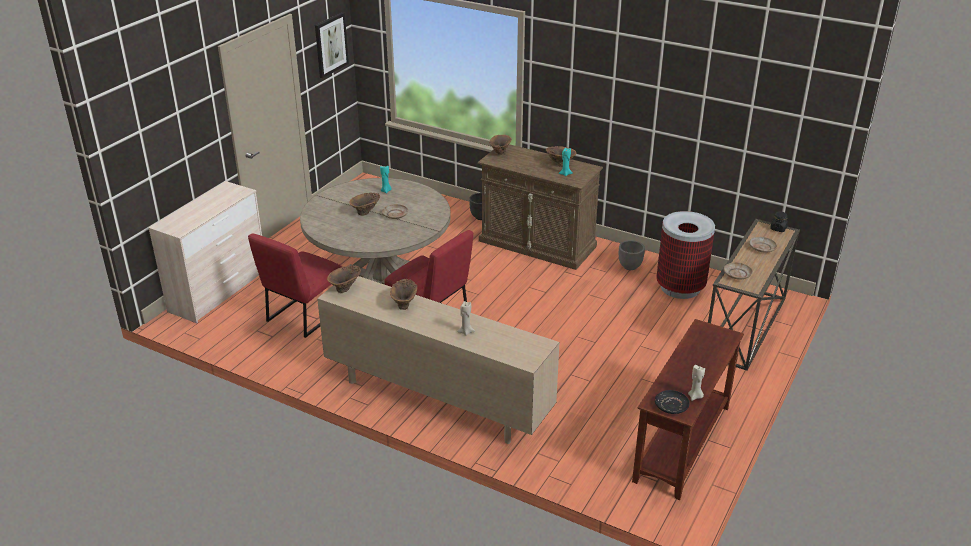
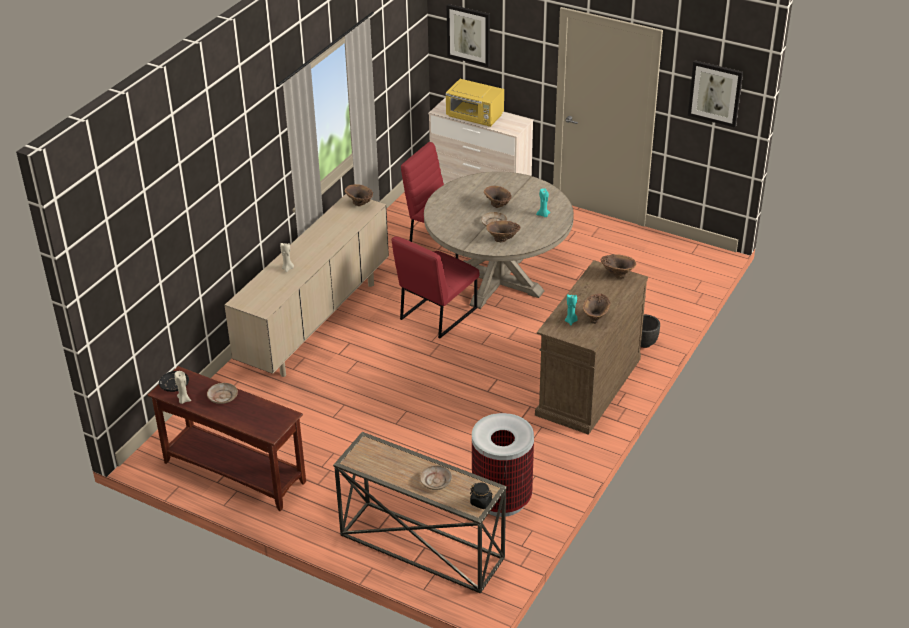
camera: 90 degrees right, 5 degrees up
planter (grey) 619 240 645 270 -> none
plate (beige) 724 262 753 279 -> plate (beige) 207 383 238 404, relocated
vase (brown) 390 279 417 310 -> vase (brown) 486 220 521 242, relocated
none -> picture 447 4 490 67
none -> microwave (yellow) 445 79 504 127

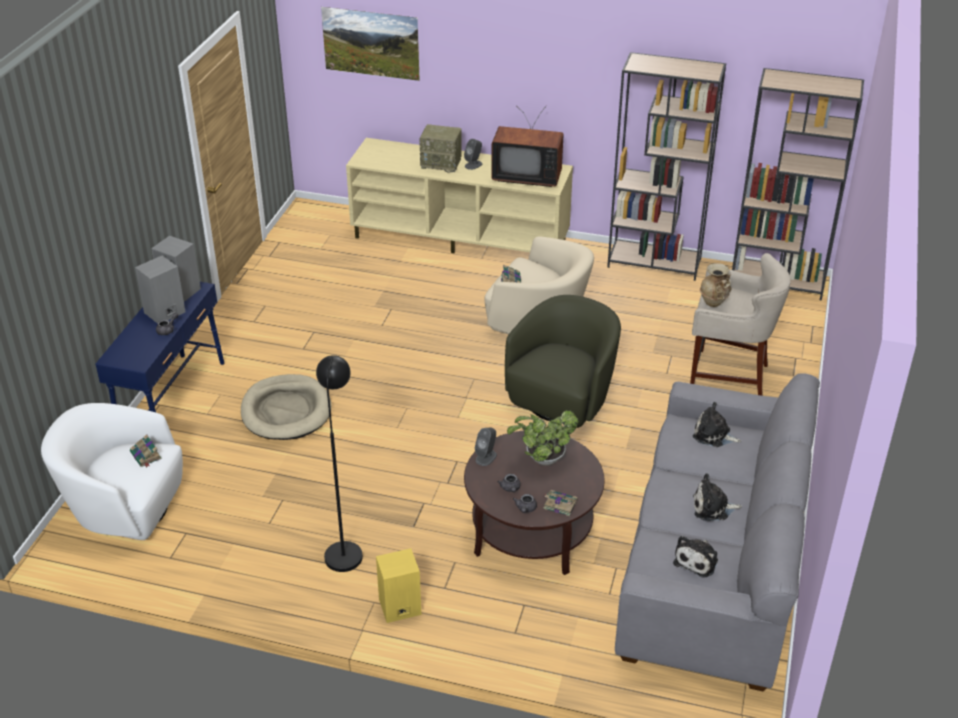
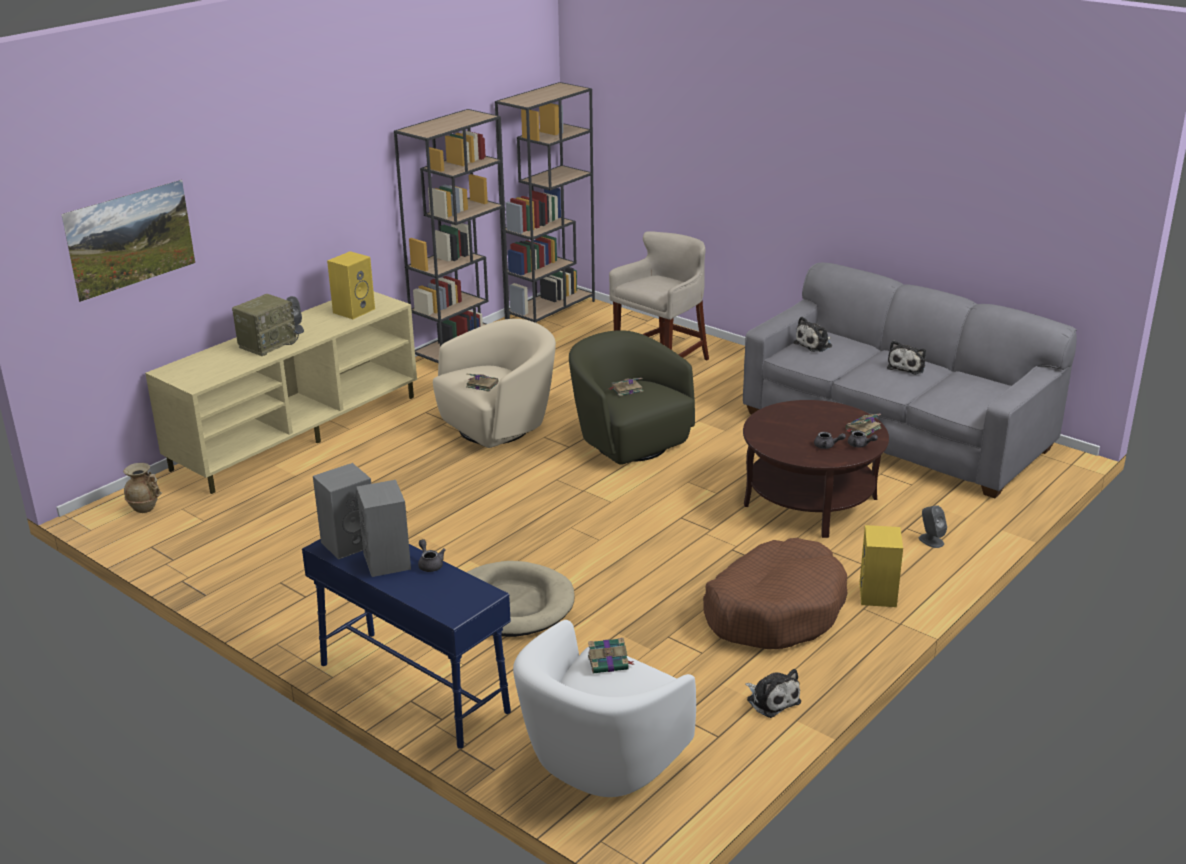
camera: 65 degrees left, 10 degrees down
television 491 105 563 187 -> speaker (yellow) 327 251 375 319
vase (beige) 700 263 731 307 -> vase (beige) 123 463 162 513, relocated
floor lamp (black) 316 355 363 572 -> dog bed (brown) 703 538 847 649
potted plant 507 410 579 466 -> none
speaker (grey) 475 427 497 466 -> speaker (grey) 919 505 947 548, relocated
plush toy 673 536 718 578 -> plush toy 745 669 801 718, relocated
none -> book 608 378 643 396

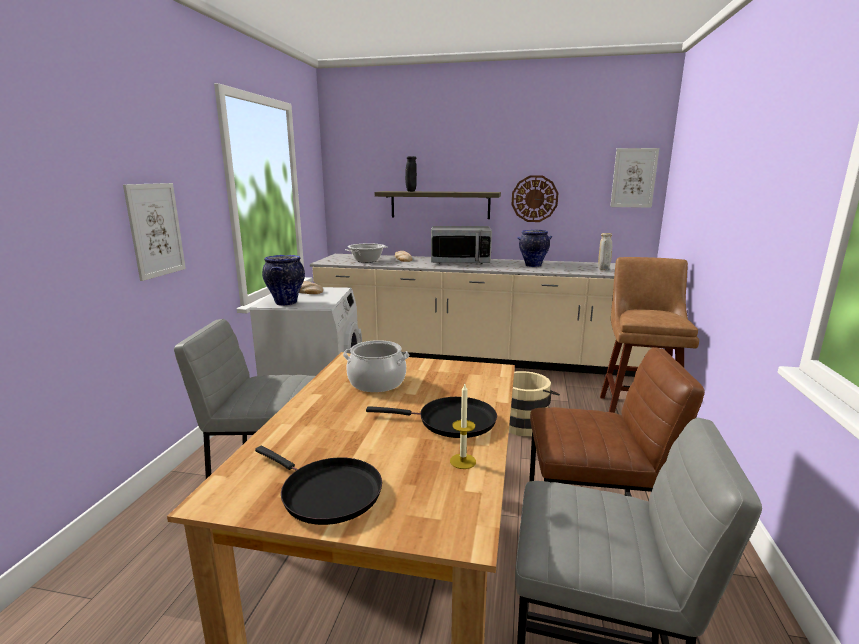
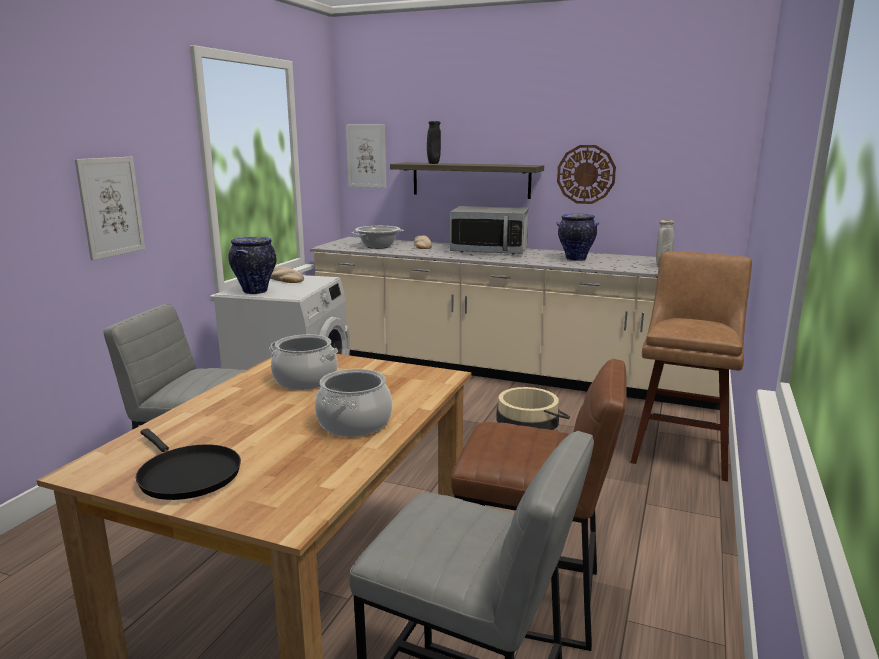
camera: 10 degrees right, 0 degrees up
picture 610 148 659 208 -> picture 346 125 386 188, relocated
candle 450 384 476 469 -> none
frying pan (black) 366 397 497 438 -> cooking pot 315 369 392 437

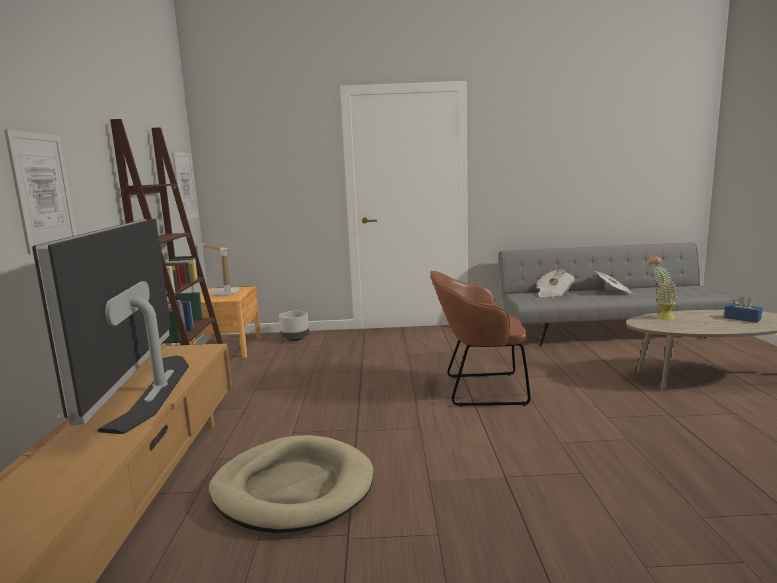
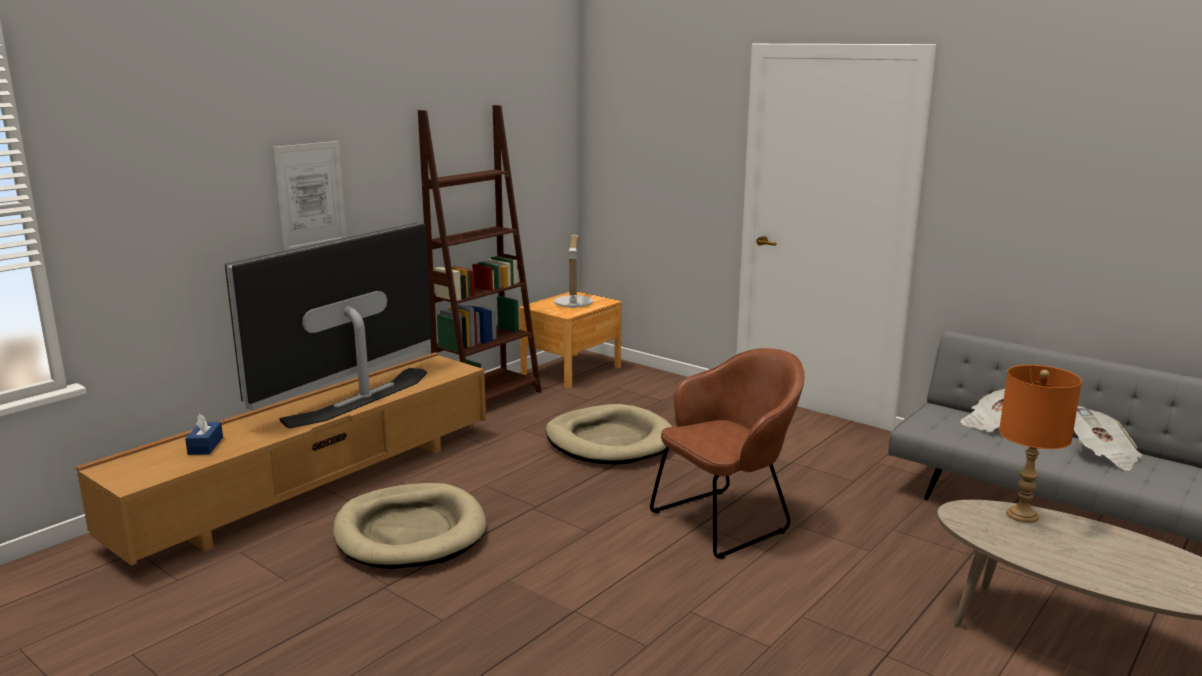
camera: 40 degrees right, 5 degrees up
picture 172 152 198 220 -> none
potted plant 649 257 679 320 -> table lamp (orange) 999 365 1082 523
armchair (brown) 430 271 531 407 -> armchair (brown) 650 348 805 559, 105 degrees clockwise
tissue box (blue) 724 295 763 323 -> tissue box (blue) 185 414 223 455, relocated
planter (grey) 279 311 309 341 -> none
none -> dog bed (beige) 546 404 672 465

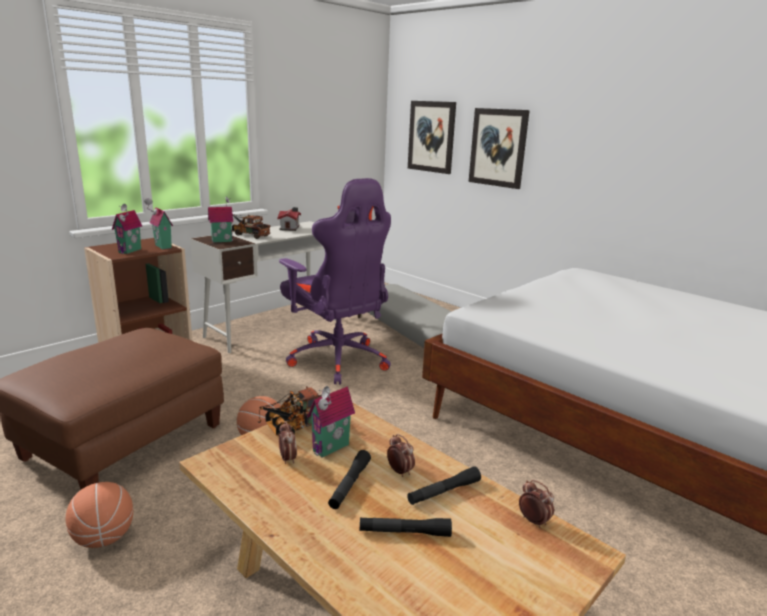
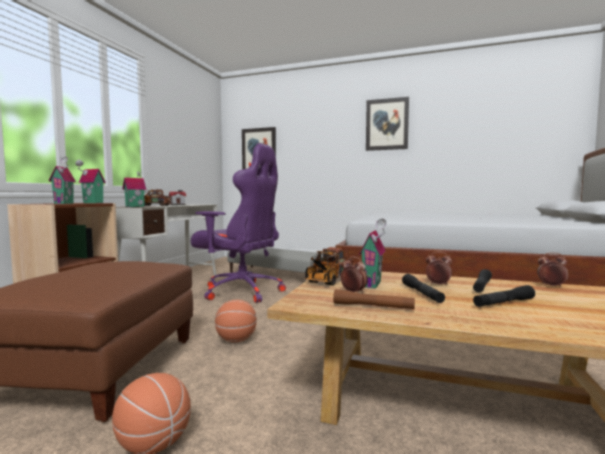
camera: 25 degrees left, 15 degrees down
picture 469 108 530 189 -> picture 366 97 409 151, relocated
none -> flashlight (brown) 333 289 415 309

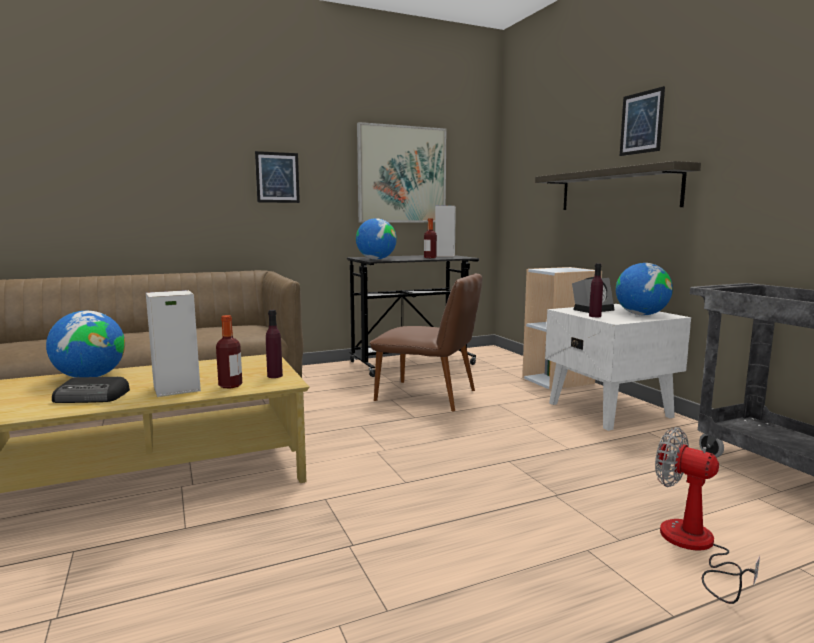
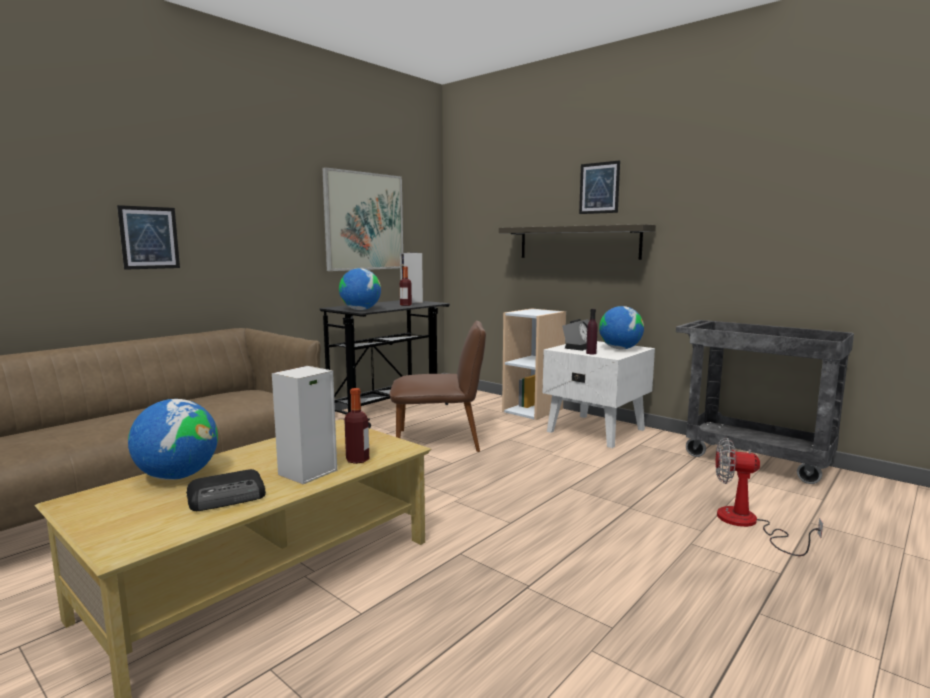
camera: 25 degrees left, 0 degrees up
picture 255 151 300 203 -> picture 117 205 180 270, relocated
bottle (purple) 266 310 283 378 -> none

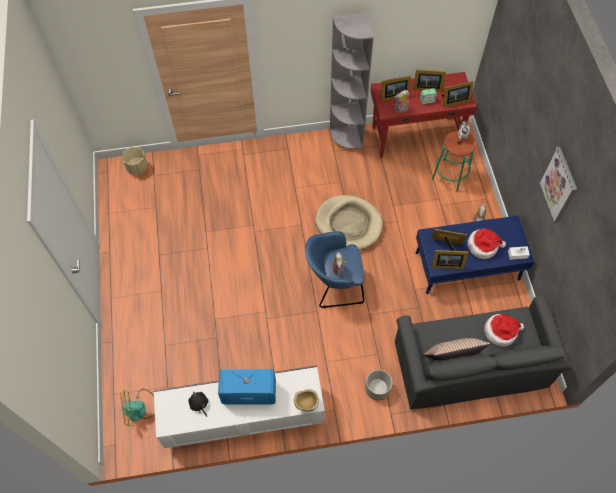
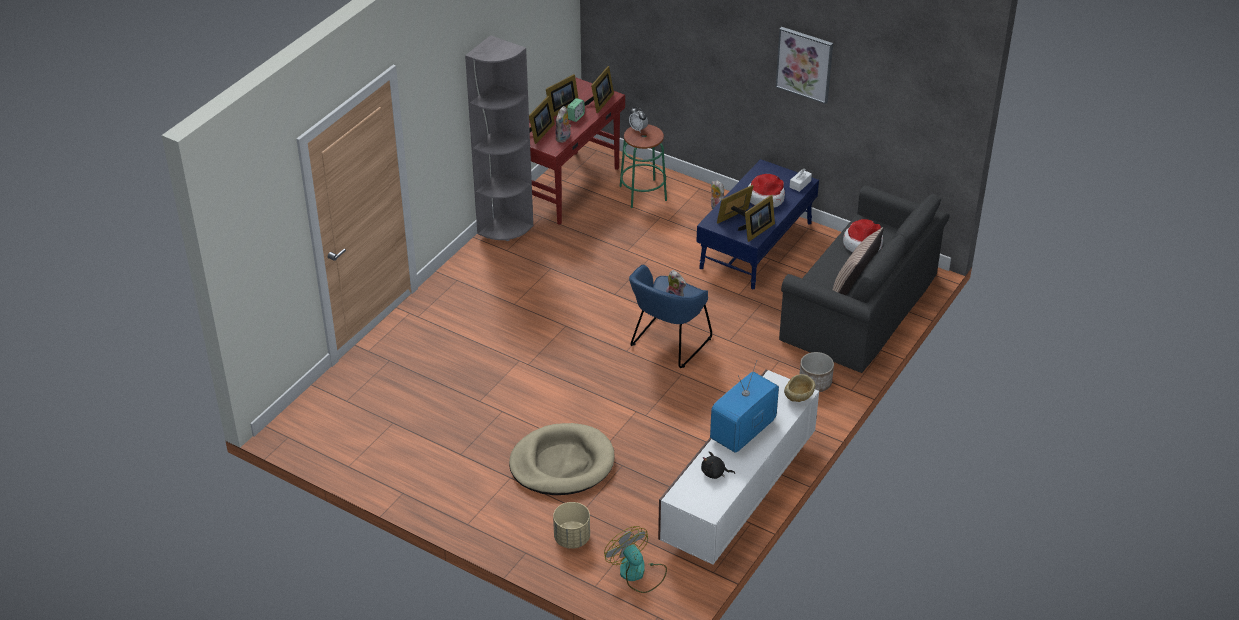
camera: 50 degrees left, 20 degrees down
planter (beige) 122 147 148 175 -> planter (beige) 553 502 590 549, relocated
dog bed (beige) 315 195 383 250 -> dog bed (beige) 509 423 615 495, relocated
fan 120 389 155 426 -> fan 604 526 667 593, 120 degrees clockwise

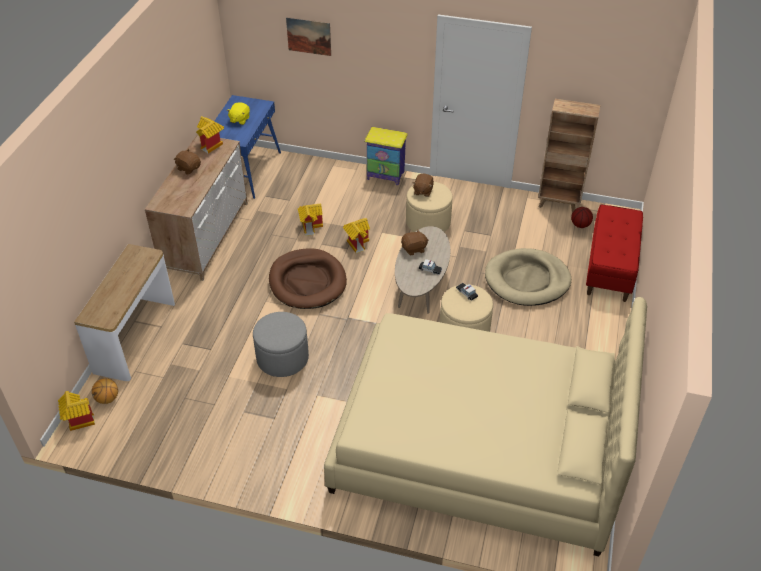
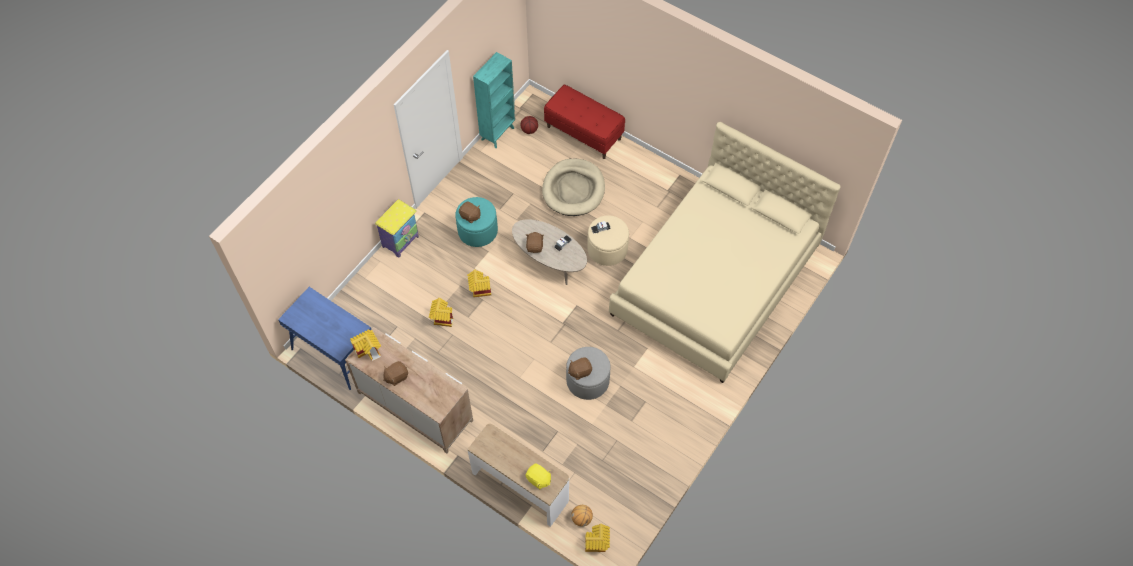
camera: 70 degrees left, 15 degrees up
picture 286 17 331 56 -> none
bookcase (brown) 538 99 600 212 -> bookcase (turquoise) 473 52 515 148
plush toy (yellow) 227 102 250 125 -> plush toy (yellow) 526 464 551 489, relocated
ottoman (beige) 406 182 453 232 -> ottoman (turquoise) 455 197 498 247
dog bed (brown) 269 248 347 309 -> none
none -> plush toy (brown) 568 357 592 380

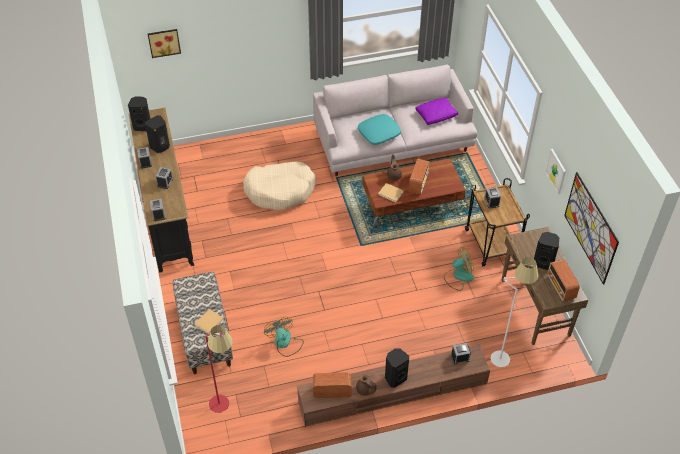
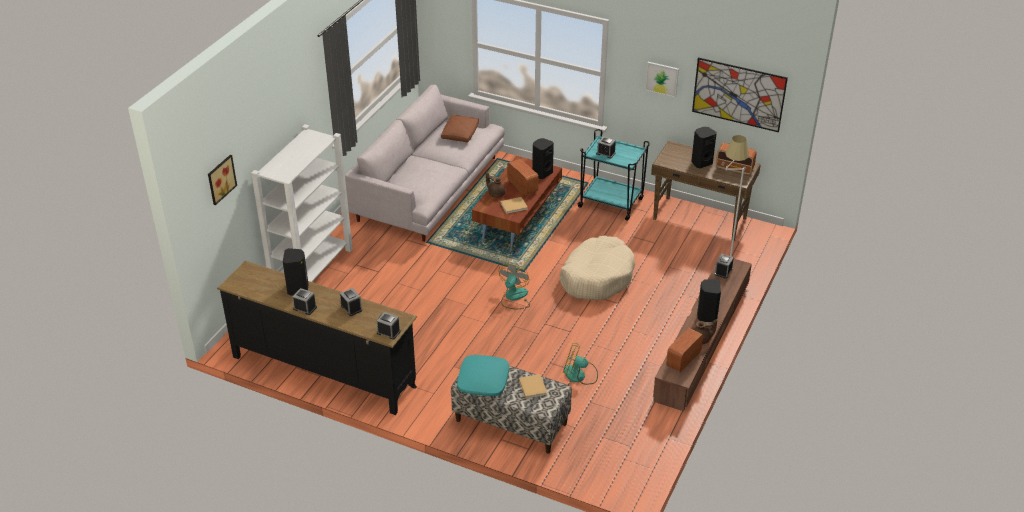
camera: 50 degrees left, 10 degrees down
speaker (black) 128 96 150 131 -> speaker (black) 532 138 554 179, relocated
pillow (purple) 416 97 458 125 -> pillow (brown) 441 115 479 142
pillow (turquoise) 358 114 401 145 -> pillow (turquoise) 457 355 509 396, relocated
dog bed (beige) 243 161 316 210 -> dog bed (beige) 560 236 635 300, relocated
cart (brown) 465 178 530 266 -> cart (turquoise) 577 129 650 220
fan 444 247 474 291 -> fan 499 263 530 309, relocated
floor lamp (red) 205 325 233 413 -> none
none -> bookcase (white) 251 124 353 282

